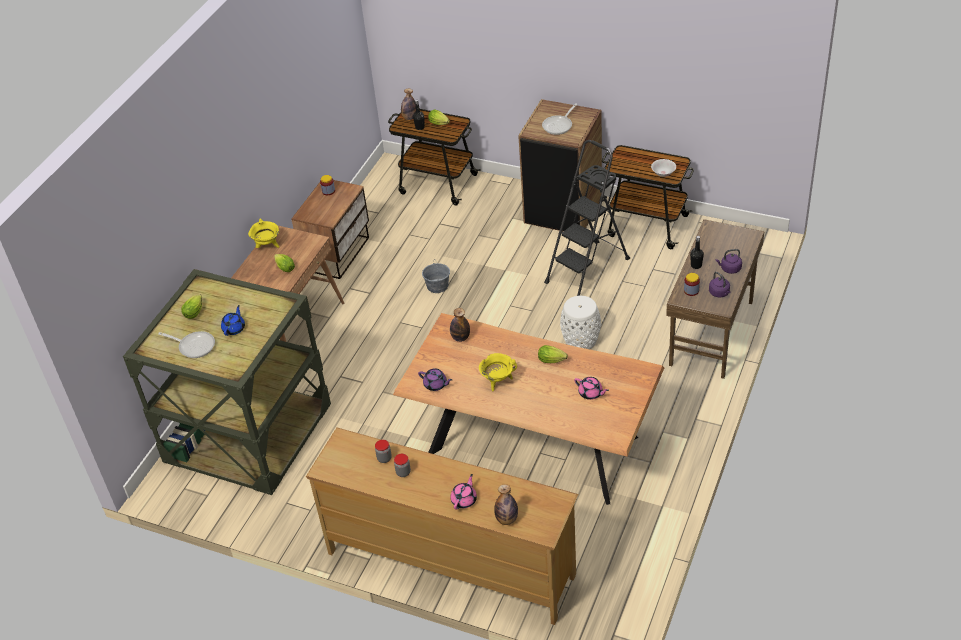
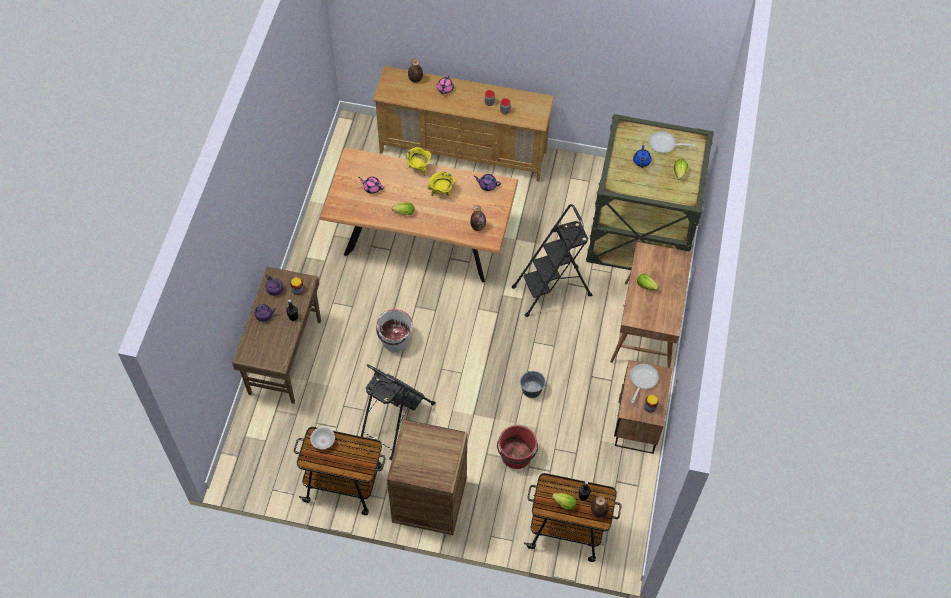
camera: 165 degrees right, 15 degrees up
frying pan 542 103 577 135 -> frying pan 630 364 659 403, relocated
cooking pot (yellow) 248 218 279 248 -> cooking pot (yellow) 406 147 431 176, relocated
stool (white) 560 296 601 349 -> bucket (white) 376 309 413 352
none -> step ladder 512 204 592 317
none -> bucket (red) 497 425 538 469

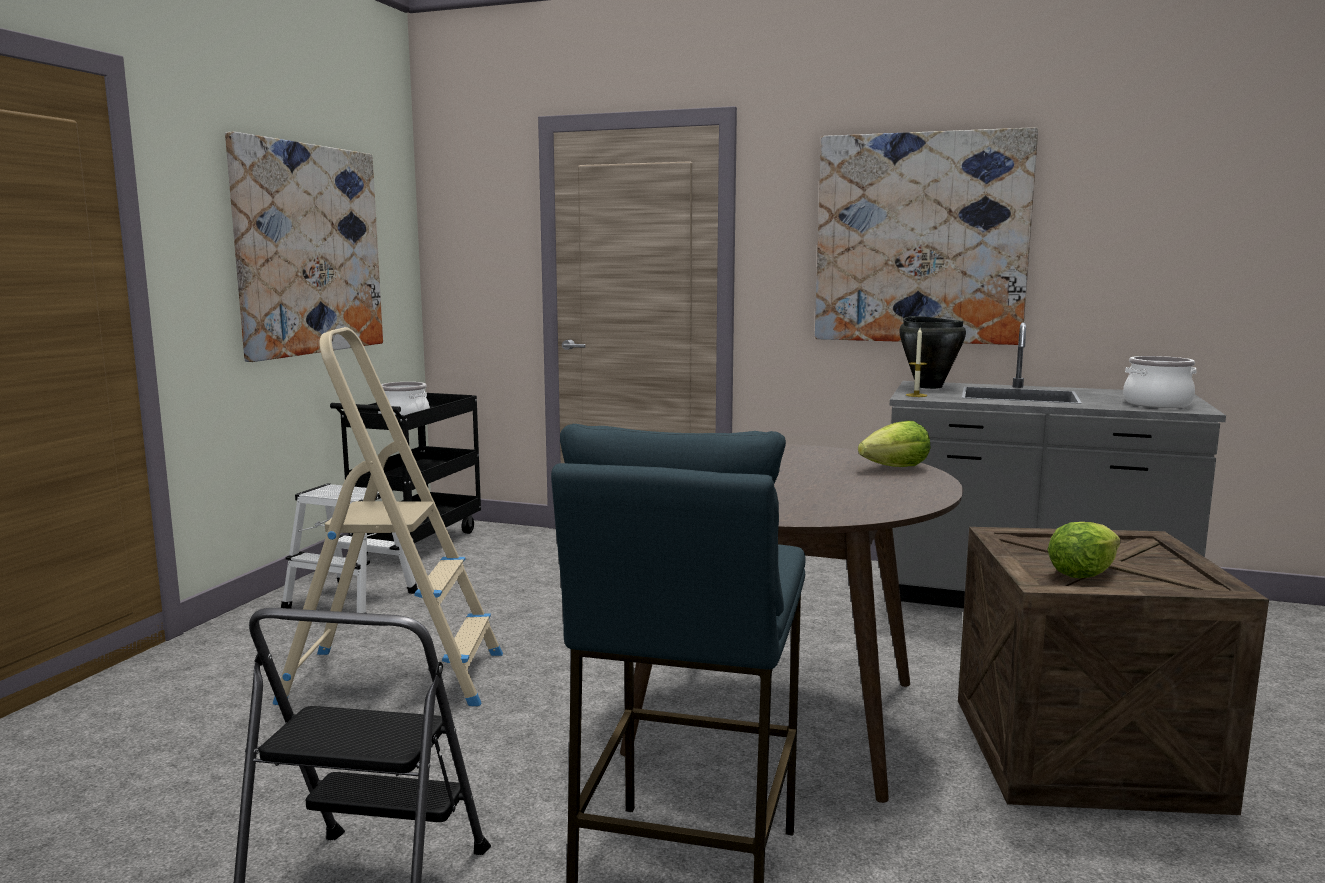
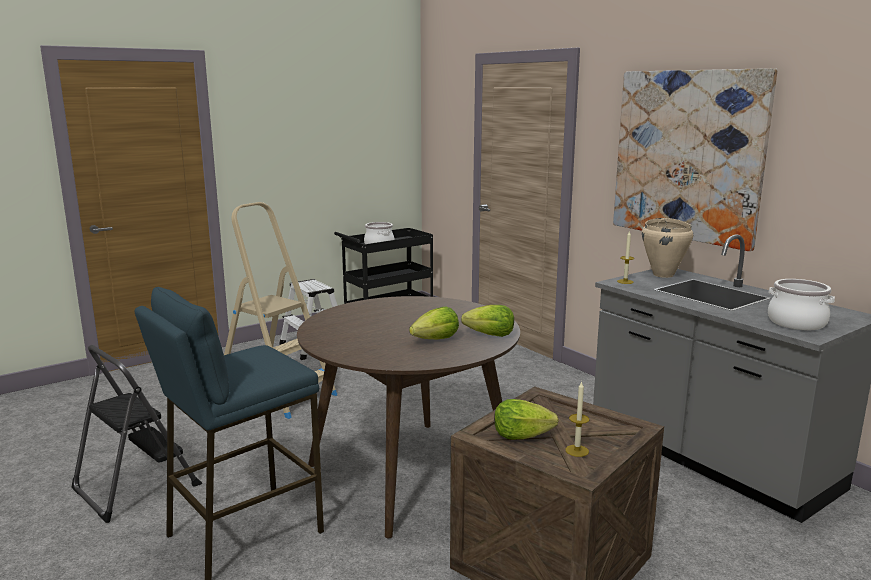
camera: 35 degrees right, 5 degrees up
picture 225 132 383 362 -> none
cooking pot (black) 899 316 966 389 -> cooking pot (beige) 642 218 694 278
none -> lettuce 409 306 459 339
none -> candle 565 381 589 457

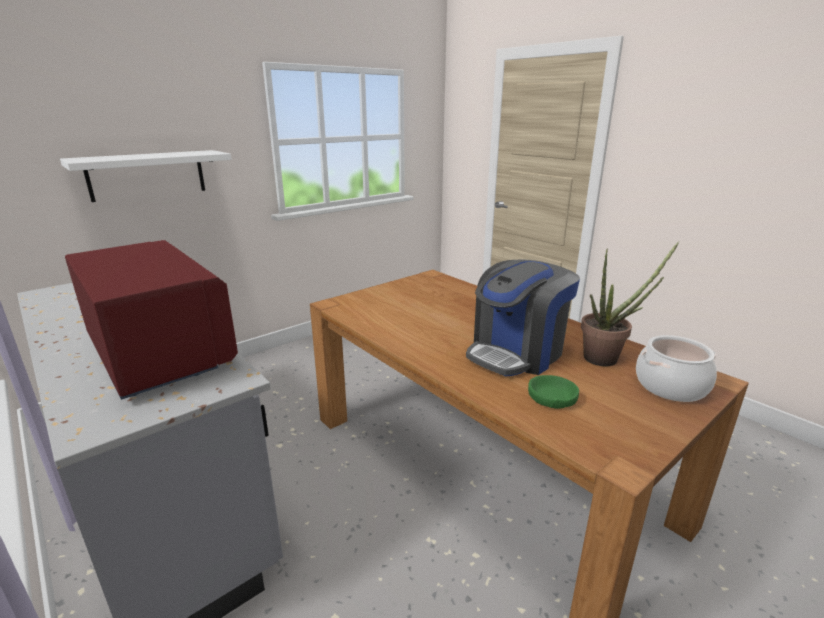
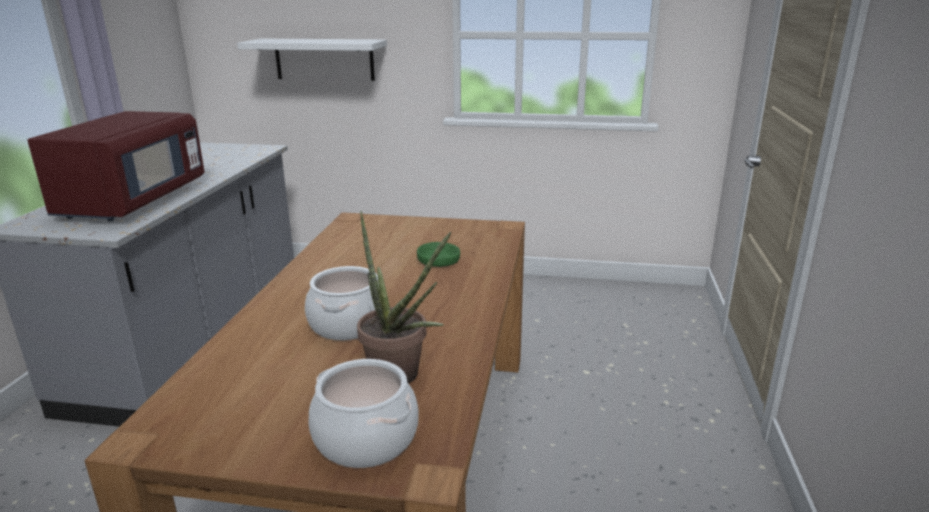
camera: 50 degrees right, 0 degrees up
coffee machine 466 259 580 376 -> cooking pot 305 266 380 340
bowl (green) 528 375 579 409 -> bowl (green) 417 242 460 267, relocated

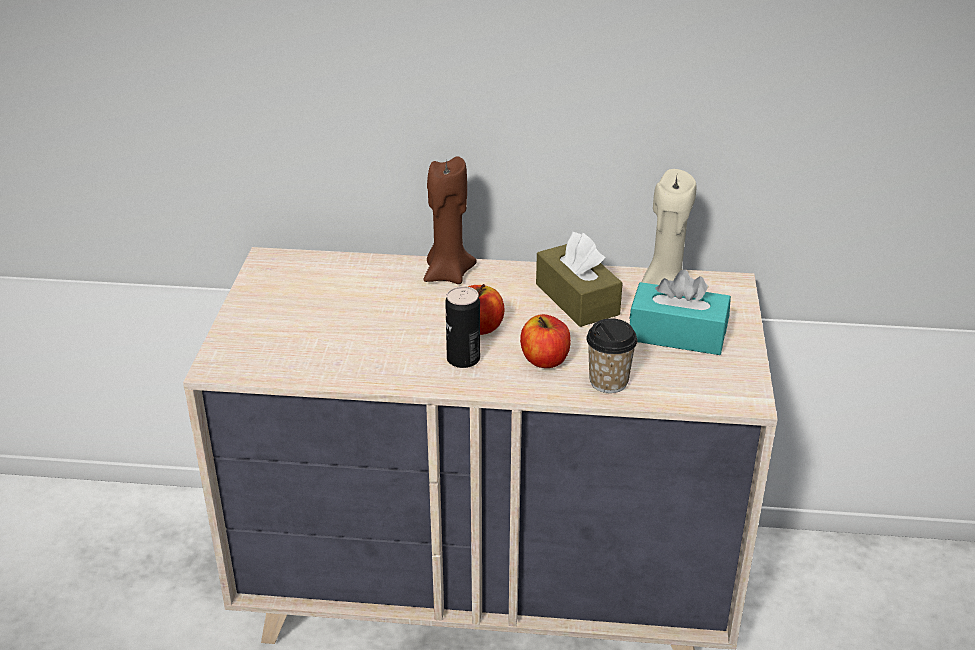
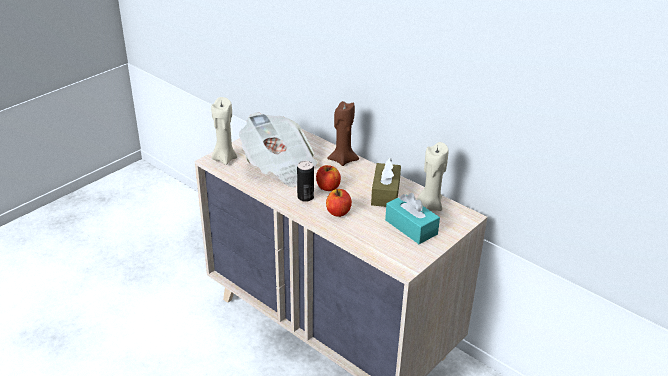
camera: 35 degrees right, 0 degrees up
cup 586 318 638 393 -> none
none -> candle (beige) 211 97 237 165
none -> newspaper 239 112 318 187

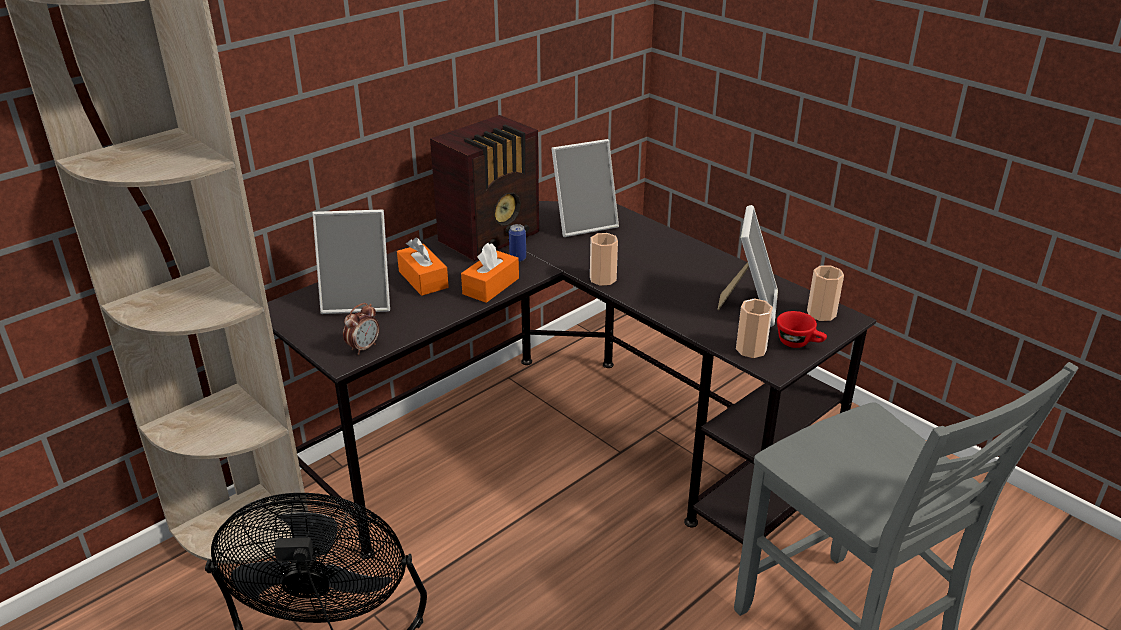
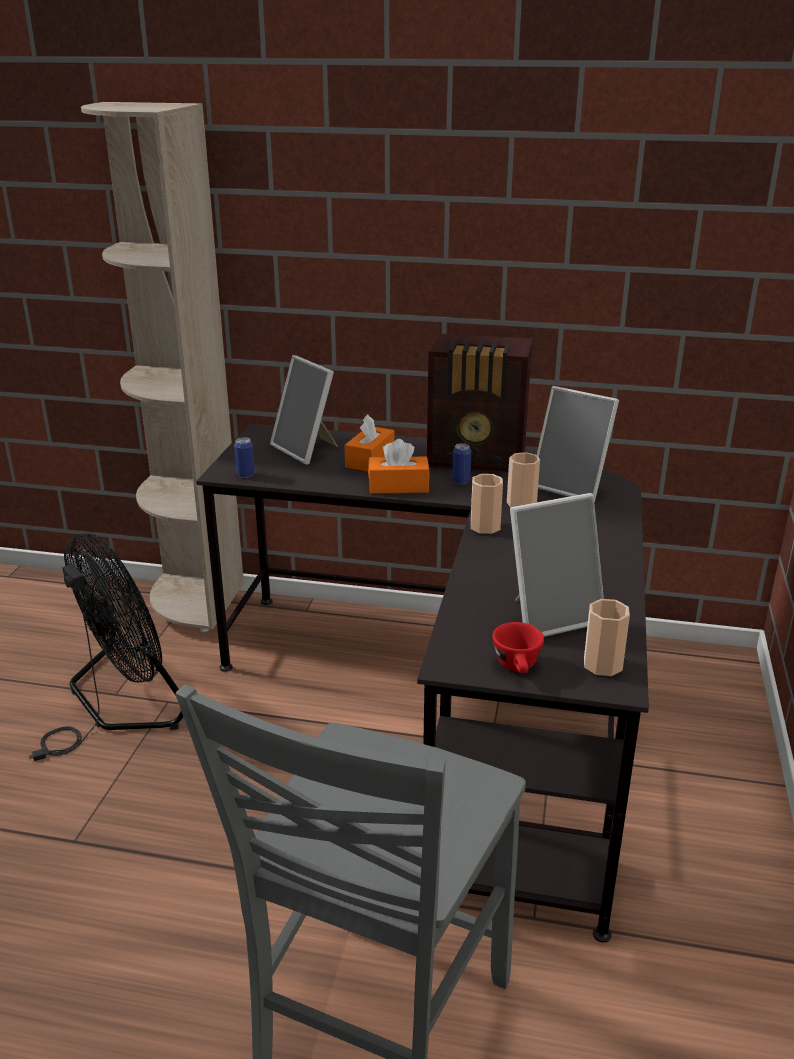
camera: 55 degrees right, 5 degrees down
cup 736 299 773 358 -> cup 507 452 540 507, relocated
alarm clock 343 303 379 355 -> can 234 437 255 478

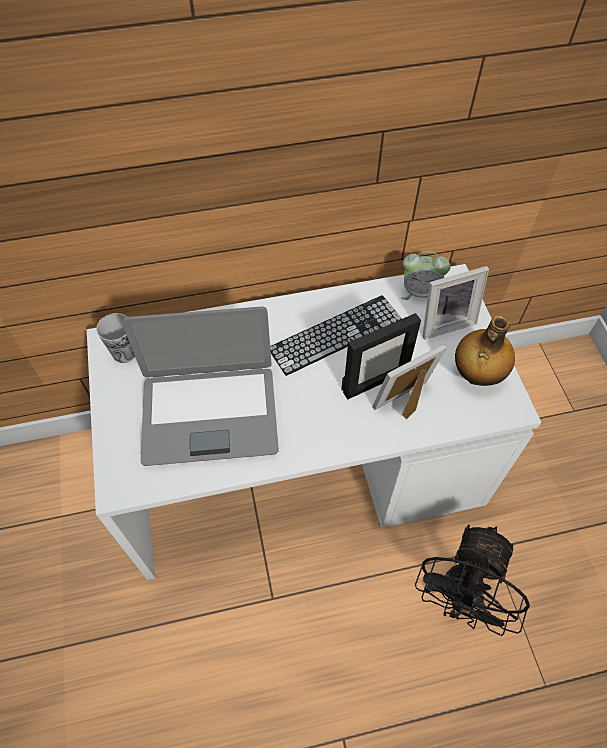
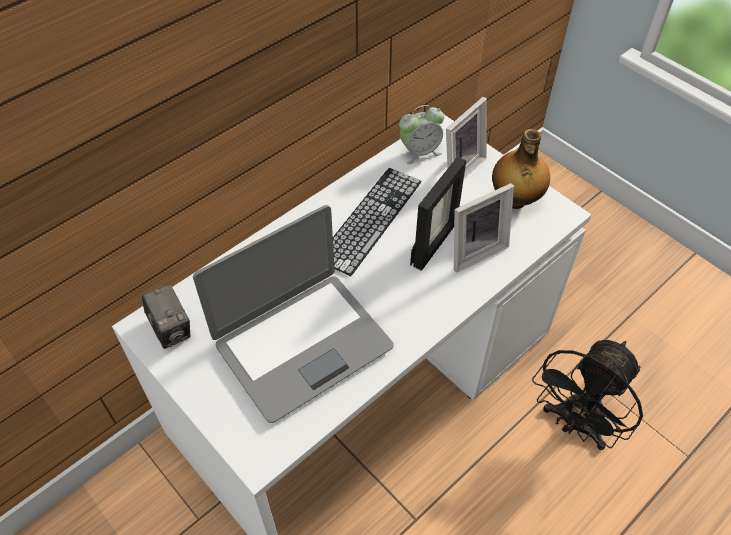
camera: 30 degrees left, 5 degrees down
cup 96 313 135 363 -> photo camera 142 283 191 349
picture frame 373 344 447 419 -> picture frame 454 183 514 273, 150 degrees counterclockwise
fan (black) 415 525 530 636 -> fan (black) 532 340 643 450, 45 degrees clockwise

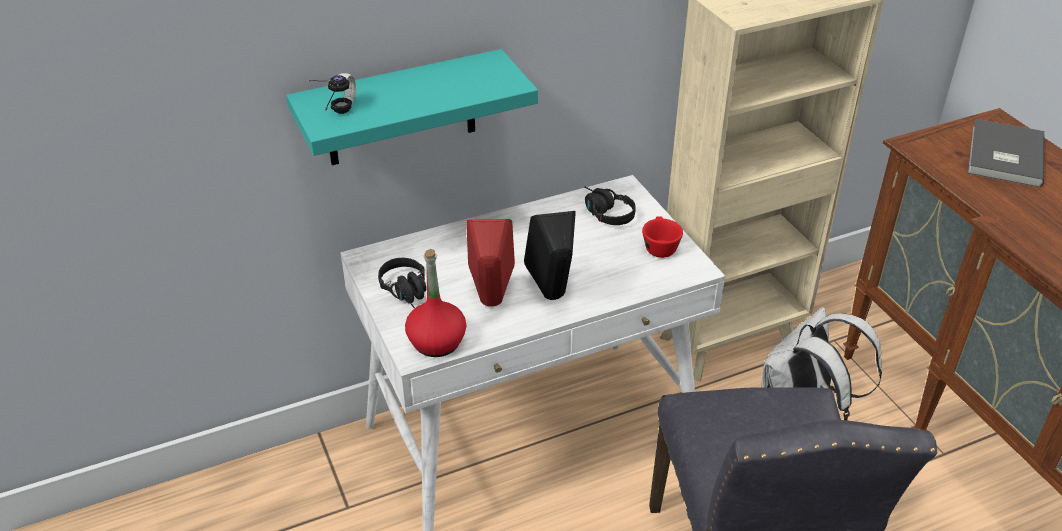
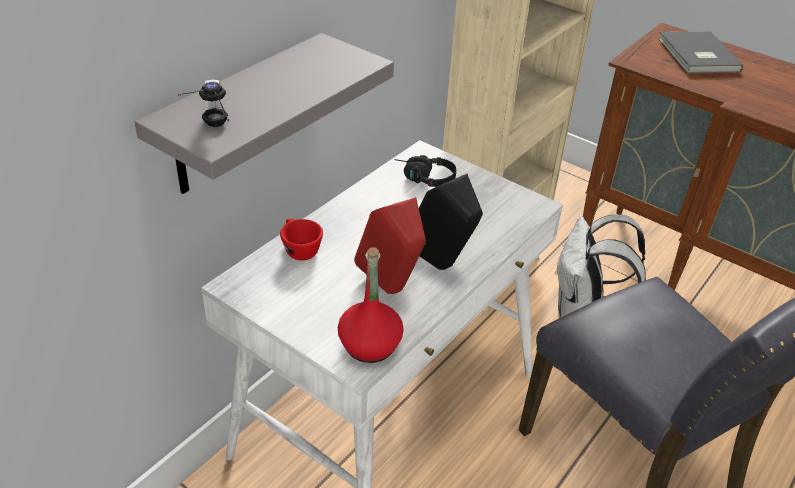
camera: 30 degrees left, 0 degrees up
shelf (turquoise) 286 49 538 165 -> shelf (grey) 135 33 394 194
cup (red) 642 216 683 258 -> cup (red) 280 218 323 260, relocated
headphones (black) 378 258 426 309 -> none

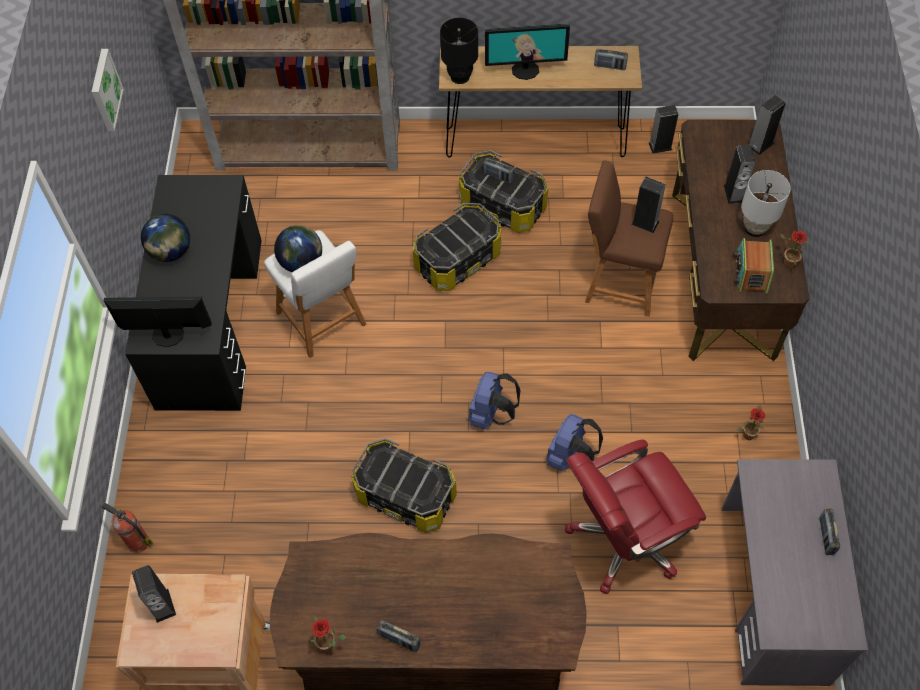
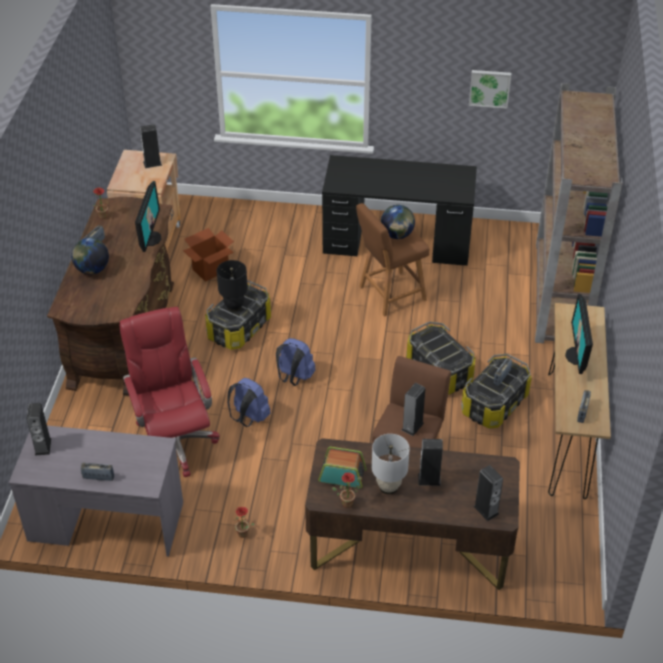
camera: 95 degrees right, 15 degrees down
table lamp (black) 440 18 478 84 -> table lamp (black) 217 260 248 312, relocated
speaker 649 105 678 154 -> speaker 27 403 51 455, relocated
globe 141 214 190 262 -> globe 71 238 109 275, relocated
stool (white) 264 230 367 358 -> stool (brown) 356 203 429 317
monitor 104 297 212 347 -> monitor 135 181 161 252, relocated
fire extinguisher 101 502 153 553 -> none
none -> cardboard box 183 228 234 282

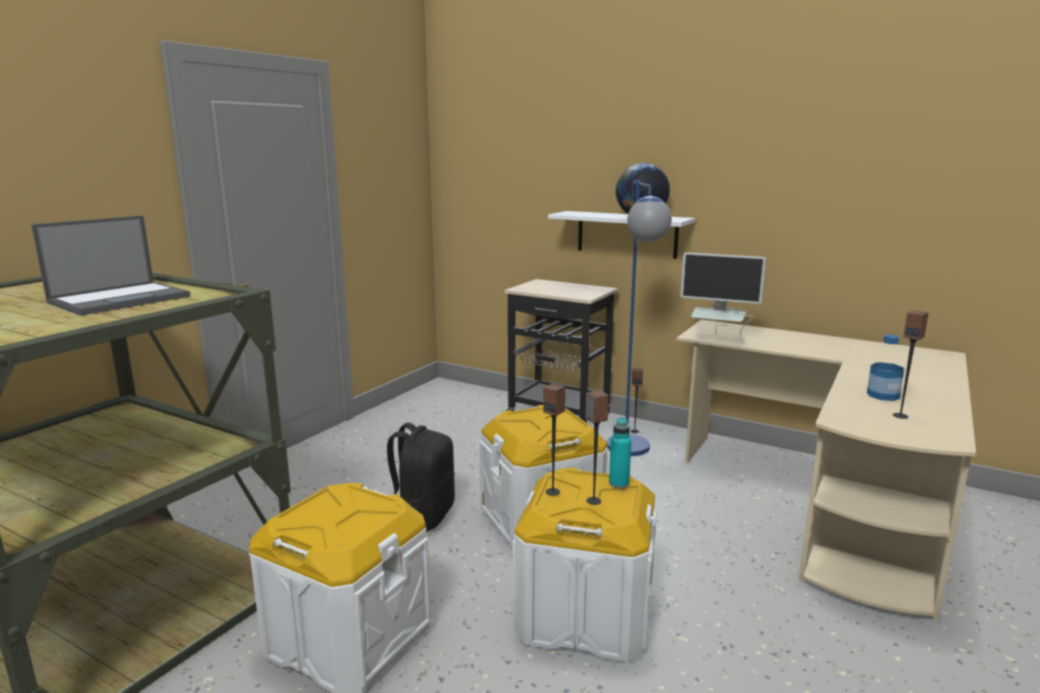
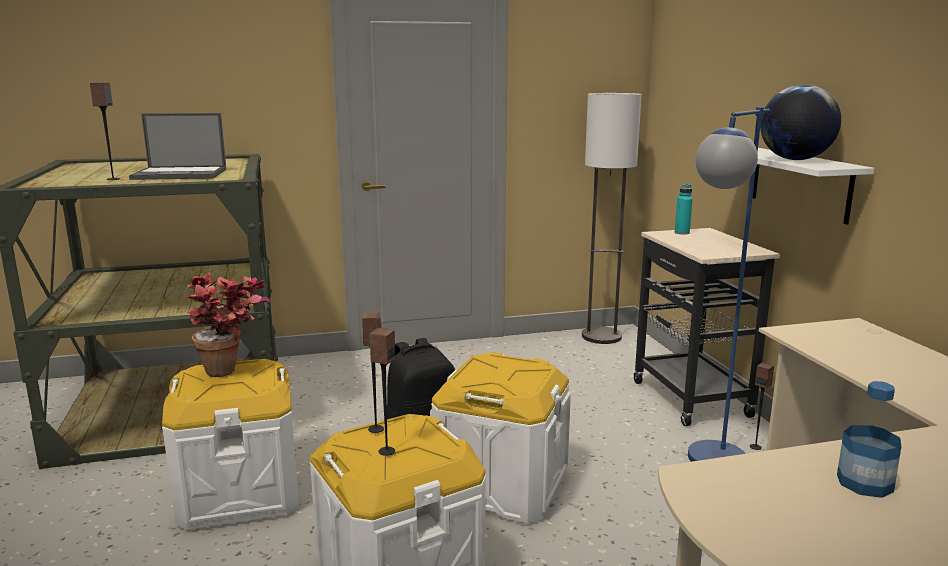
camera: 45 degrees right, 0 degrees up
monitor 680 252 766 343 -> none
speaker 893 310 929 419 -> speaker 90 83 120 180, relocated
bottle (turquoise) 609 418 631 488 -> bottle (turquoise) 675 183 693 235, relocated
none -> floor lamp 582 93 642 344
none -> potted plant 186 270 270 377

